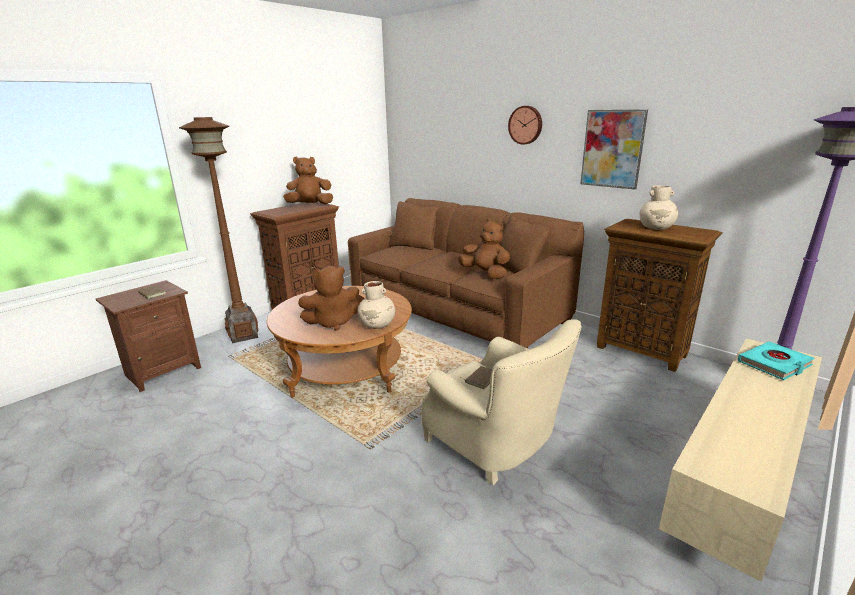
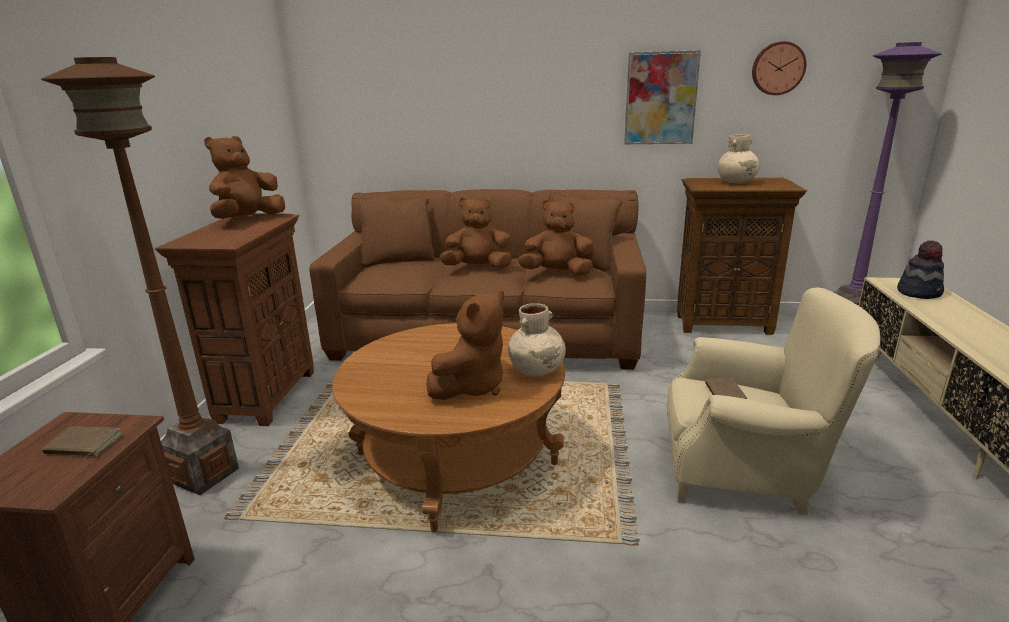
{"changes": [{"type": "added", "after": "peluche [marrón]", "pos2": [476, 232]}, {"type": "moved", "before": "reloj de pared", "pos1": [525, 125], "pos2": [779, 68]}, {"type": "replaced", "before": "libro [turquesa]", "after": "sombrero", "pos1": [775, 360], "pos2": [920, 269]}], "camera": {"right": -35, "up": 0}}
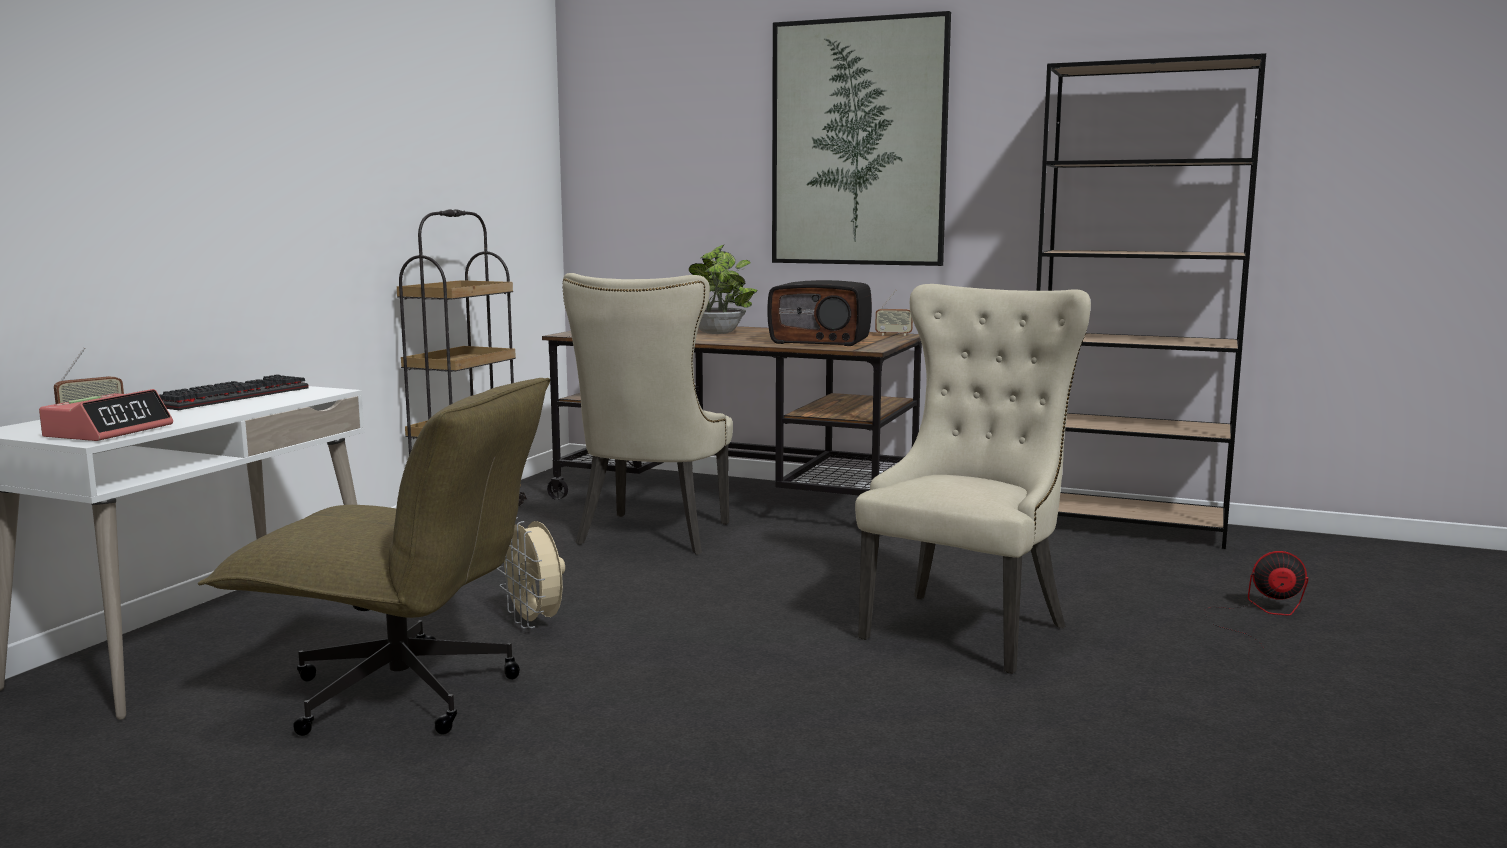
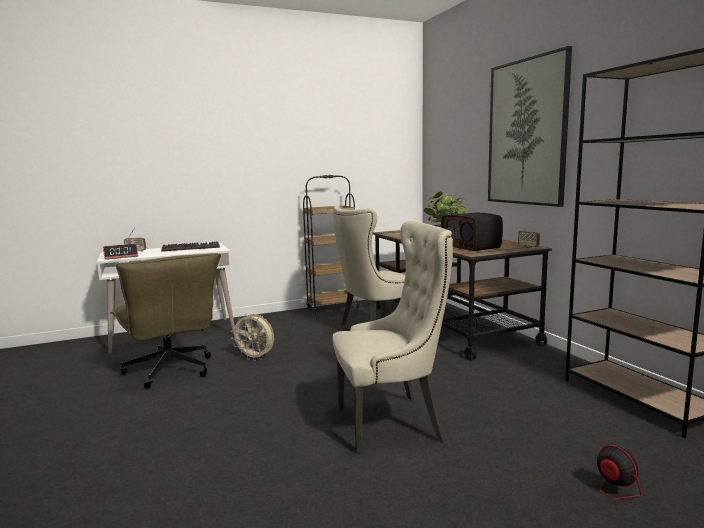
{"changes": [{"type": "turned", "before": "ventilador [beis]", "pos1": [531, 573], "pos2": [252, 337], "turn": -75}], "camera": {"right": 45, "up": 0}}
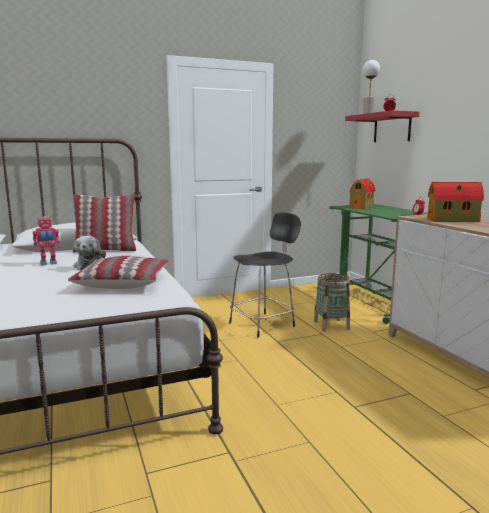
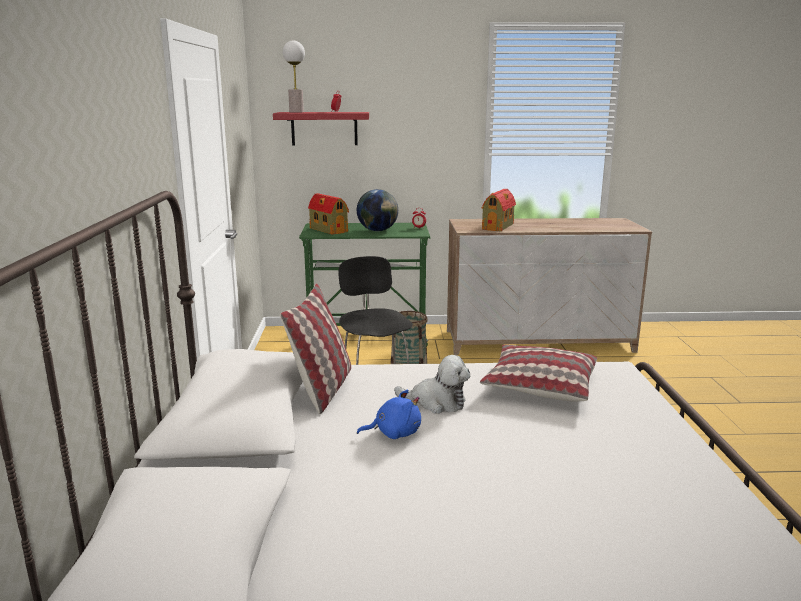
{"changes": [{"type": "added", "after": "globo terráqueo", "pos2": [377, 210]}, {"type": "replaced", "before": "robot de juguete", "after": "peluche [azul]", "pos1": [46, 241], "pos2": [389, 414]}], "camera": {"right": -70, "up": 5}}
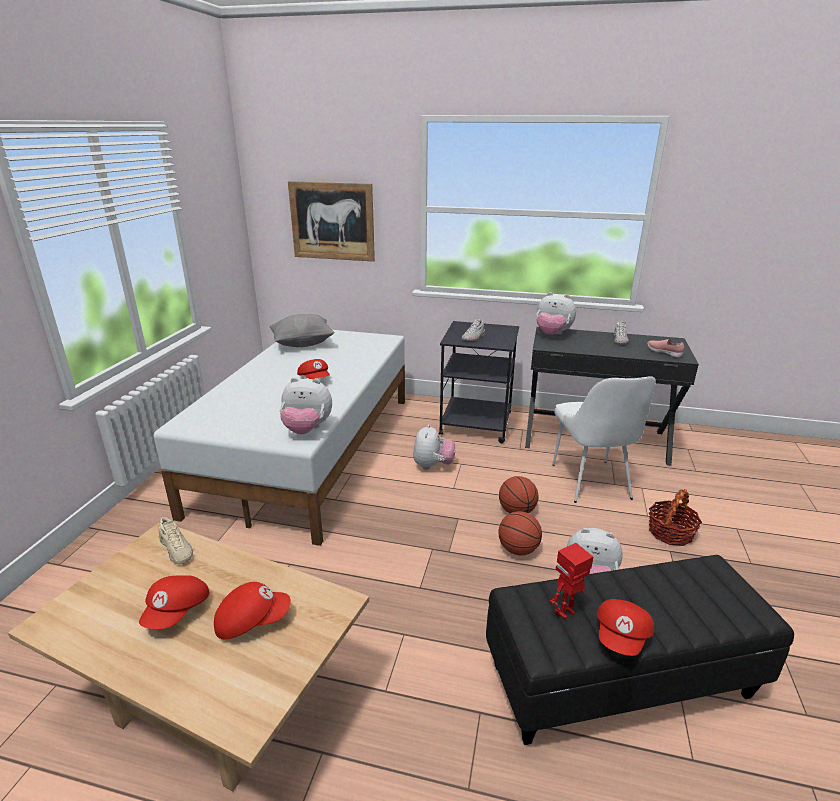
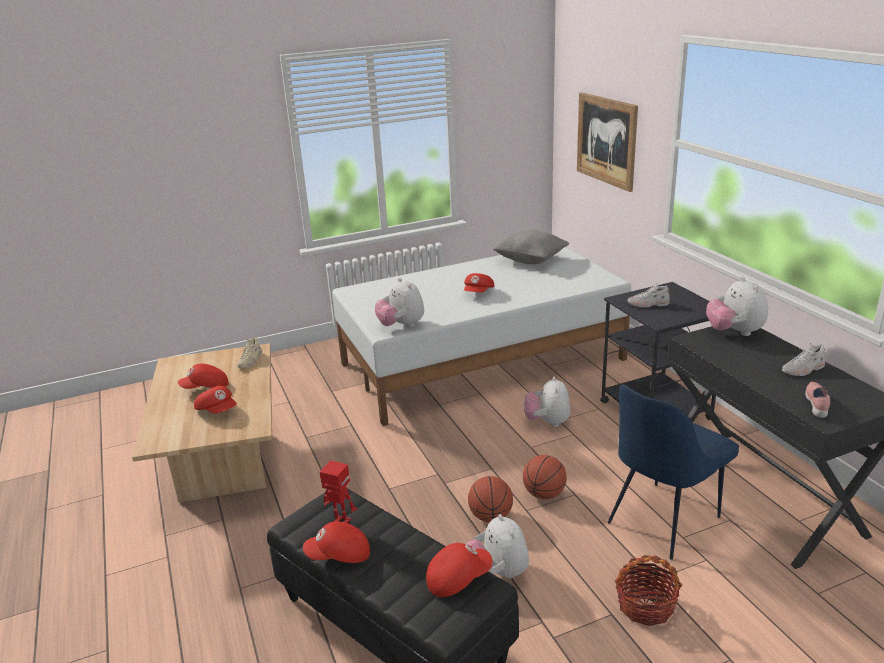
{"changes": [{"type": "added", "after": "gorra [rojo]", "pos2": [459, 570]}, {"type": "turned", "before": "peluche", "pos1": [434, 447], "pos2": [547, 402], "turn": 120}, {"type": "recoloured", "before": "silla [blanco]", "after": "silla [azul]", "pos1": [604, 439], "pos2": [673, 472]}], "camera": {"right": 55, "up": 0}}
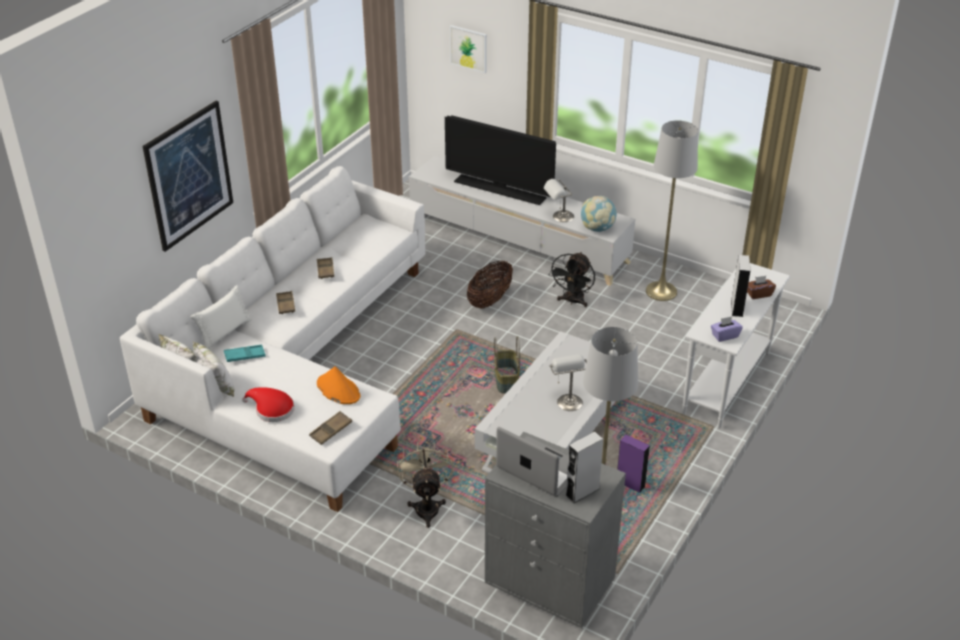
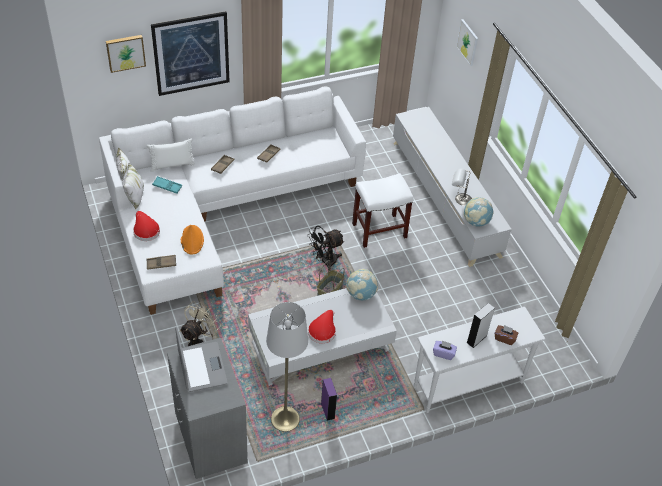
{"changes": [{"type": "added", "after": "cuadro", "pos2": [126, 54]}, {"type": "moved", "before": "ventilador [negro]", "pos1": [572, 279], "pos2": [326, 248]}, {"type": "replaced", "before": "lámpara de mesa [blanco]", "after": "sombrero [rojo]", "pos1": [568, 382], "pos2": [322, 326]}, {"type": "added", "after": "globo terráqueo", "pos2": [362, 284]}, {"type": "replaced", "before": "cesta", "after": "taburete [blanco]", "pos1": [490, 284], "pos2": [383, 210]}, {"type": "removed", "before": "televisor", "pos1": [500, 160]}, {"type": "removed", "before": "altavoz [gris]", "pos1": [584, 467]}, {"type": "removed", "before": "lámpara de pie [gris]", "pos1": [672, 211]}], "camera": {"right": 35, "up": 10}}
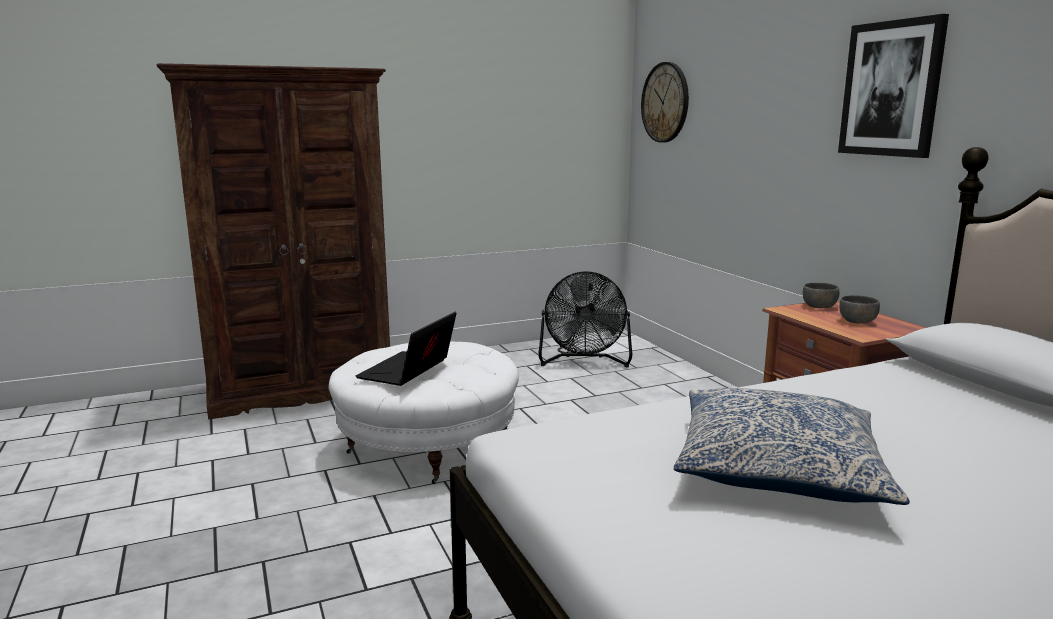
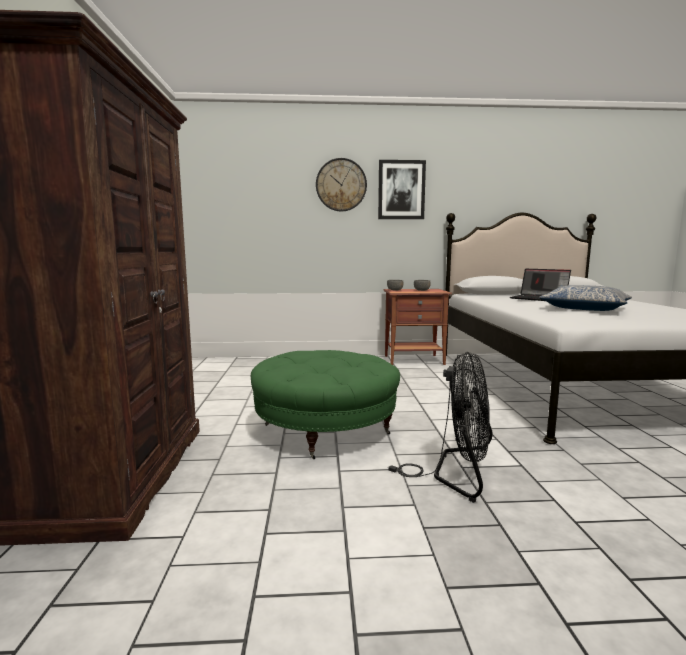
{"changes": [{"type": "recoloured", "before": "puf [blanco]", "after": "puf [verde]", "pos1": [424, 412], "pos2": [325, 404]}, {"type": "moved", "before": "reloj de pared", "pos1": [665, 102], "pos2": [341, 185]}, {"type": "moved", "before": "ventilador [negro]", "pos1": [585, 319], "pos2": [440, 427]}, {"type": "moved", "before": "portátil", "pos1": [406, 349], "pos2": [540, 285]}], "camera": {"right": -70, "up": -5}}
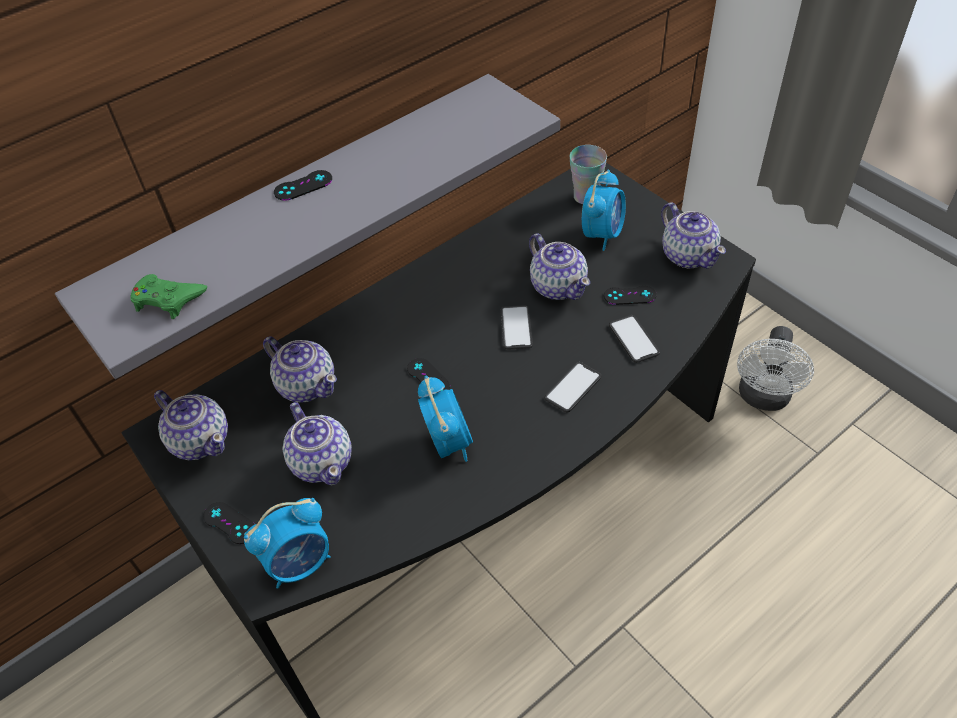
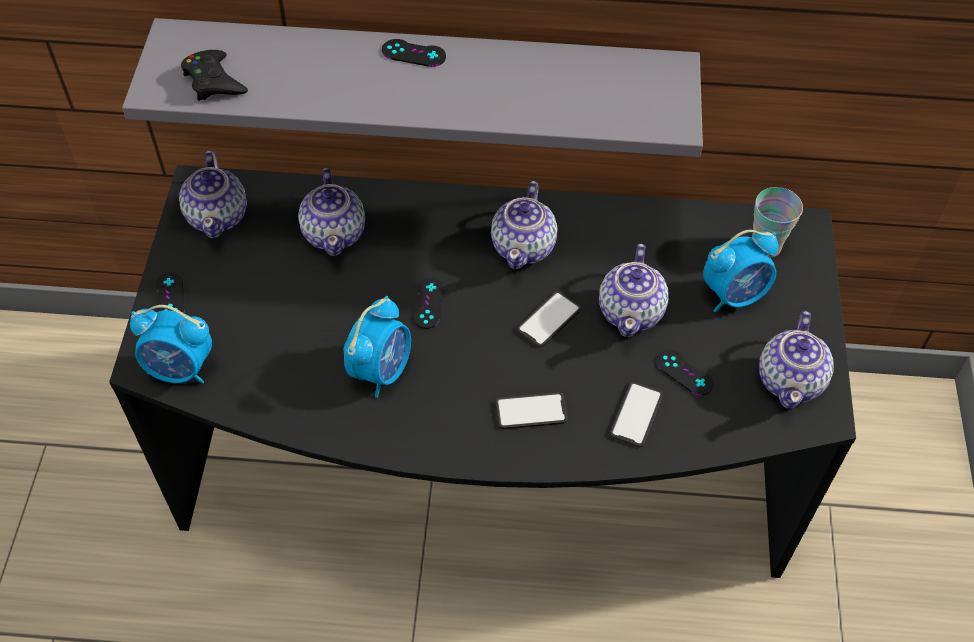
{"changes": [{"type": "recoloured", "before": "mando de consola [verde]", "after": "mando de consola [negro]", "pos1": [168, 296], "pos2": [214, 75]}, {"type": "moved", "before": "tetera", "pos1": [317, 443], "pos2": [524, 225]}, {"type": "removed", "before": "ventilador [blanco]", "pos1": [775, 368]}], "camera": {"right": 40, "up": 5}}
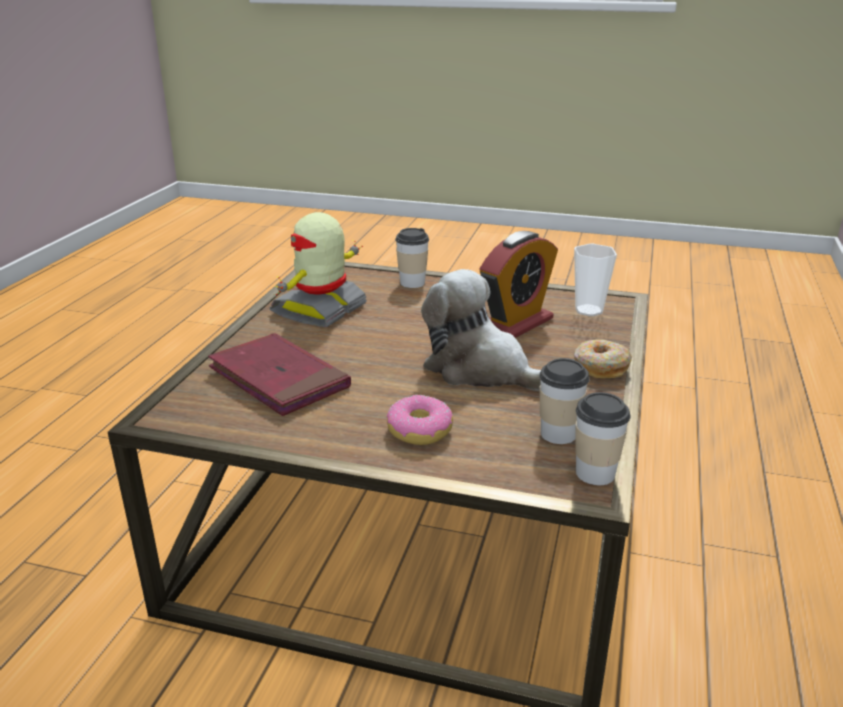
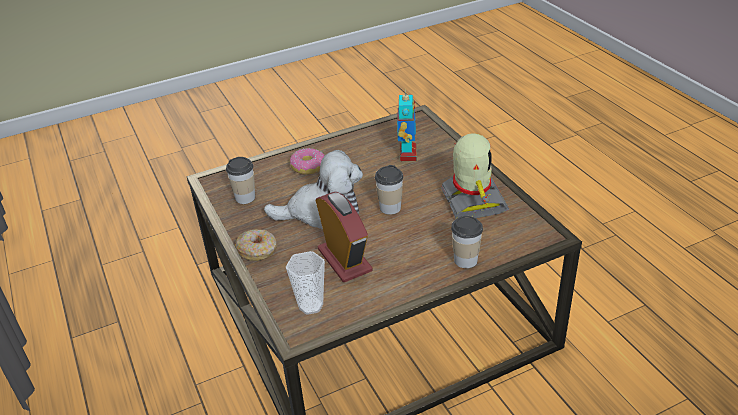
{"changes": [{"type": "turned", "before": "despertador", "pos1": [518, 284], "pos2": [344, 237], "turn": 150}, {"type": "moved", "before": "taza", "pos1": [603, 438], "pos2": [389, 190]}, {"type": "replaced", "before": "libro [rojo]", "after": "robot de juguete", "pos1": [279, 374], "pos2": [407, 124]}], "camera": {"right": 140, "up": 10}}
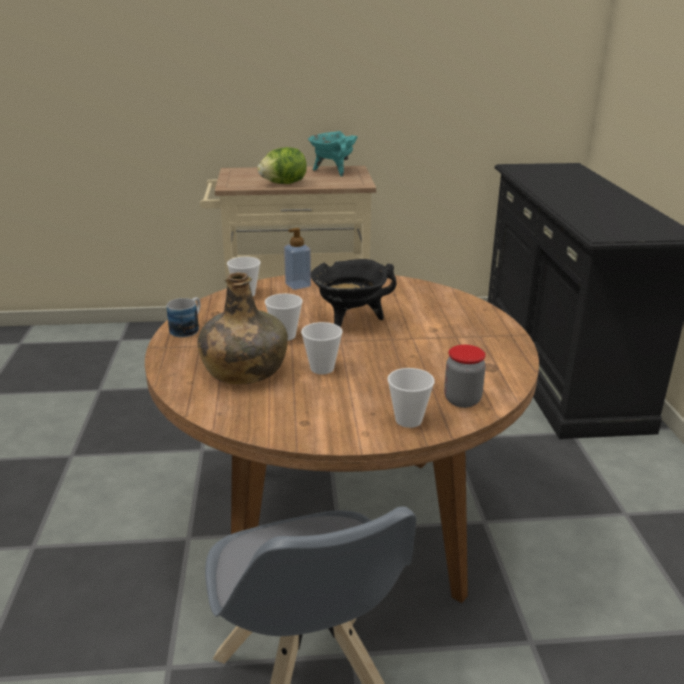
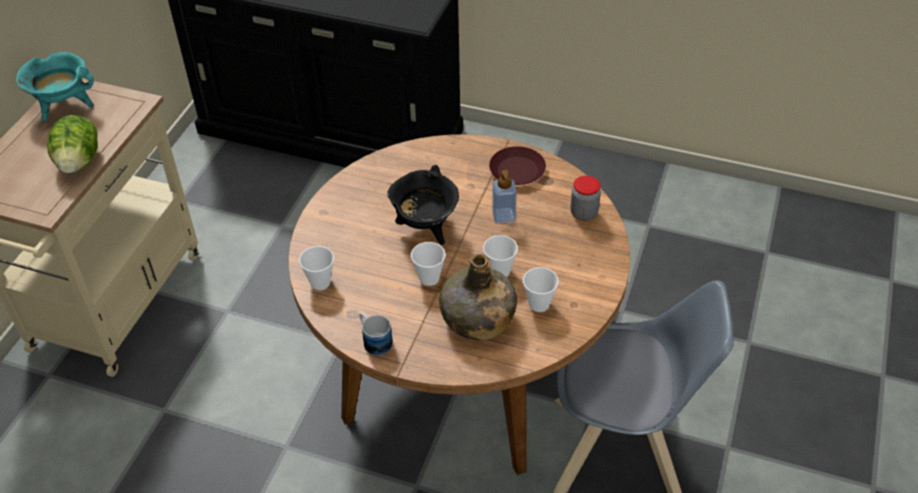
{"changes": [{"type": "added", "after": "plato [marrón]", "pos2": [517, 165]}, {"type": "moved", "before": "dispensador de jabón", "pos1": [297, 259], "pos2": [504, 196]}, {"type": "moved", "before": "taza", "pos1": [411, 398], "pos2": [541, 289]}], "camera": {"right": -65, "up": 20}}
